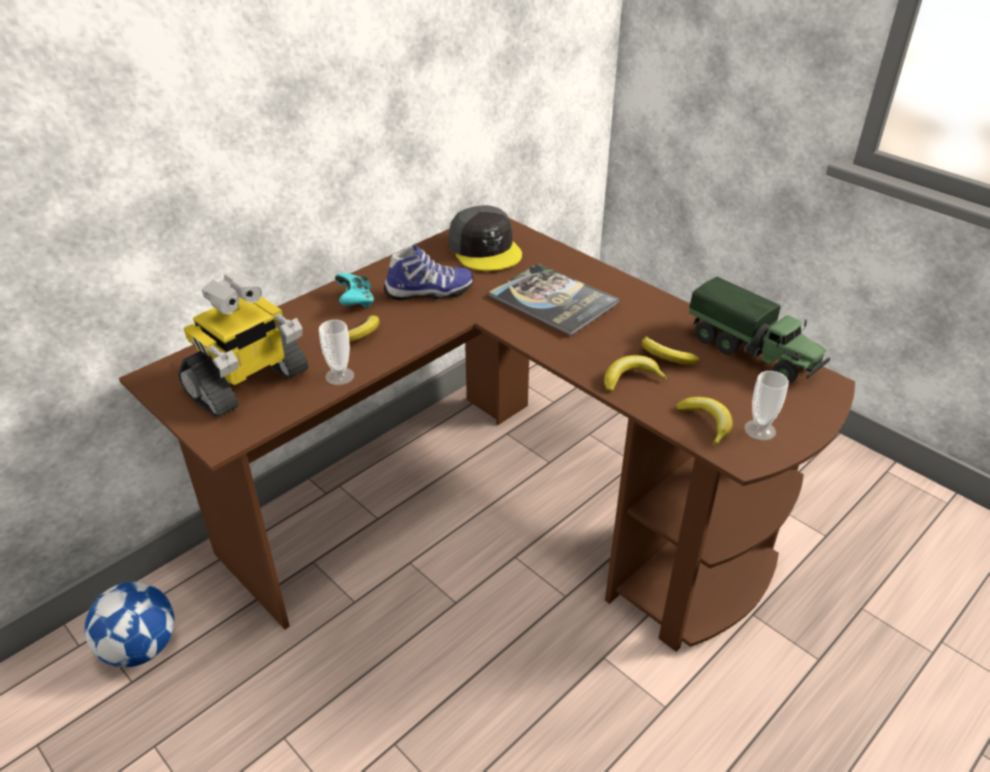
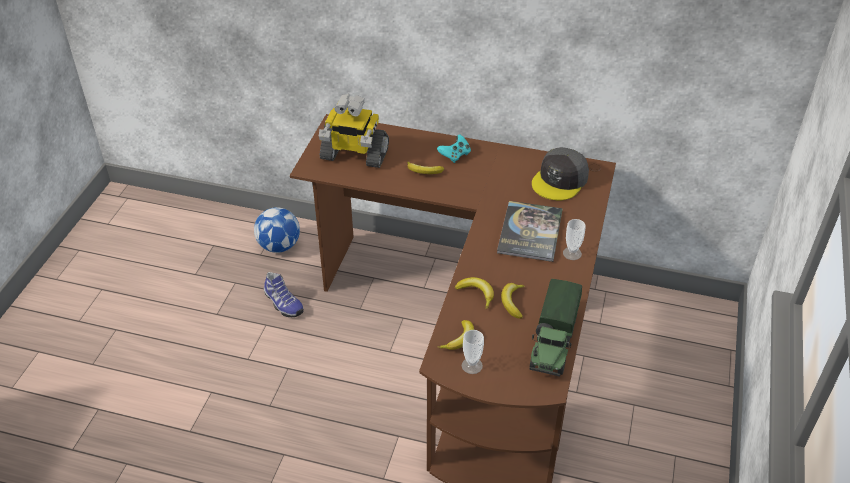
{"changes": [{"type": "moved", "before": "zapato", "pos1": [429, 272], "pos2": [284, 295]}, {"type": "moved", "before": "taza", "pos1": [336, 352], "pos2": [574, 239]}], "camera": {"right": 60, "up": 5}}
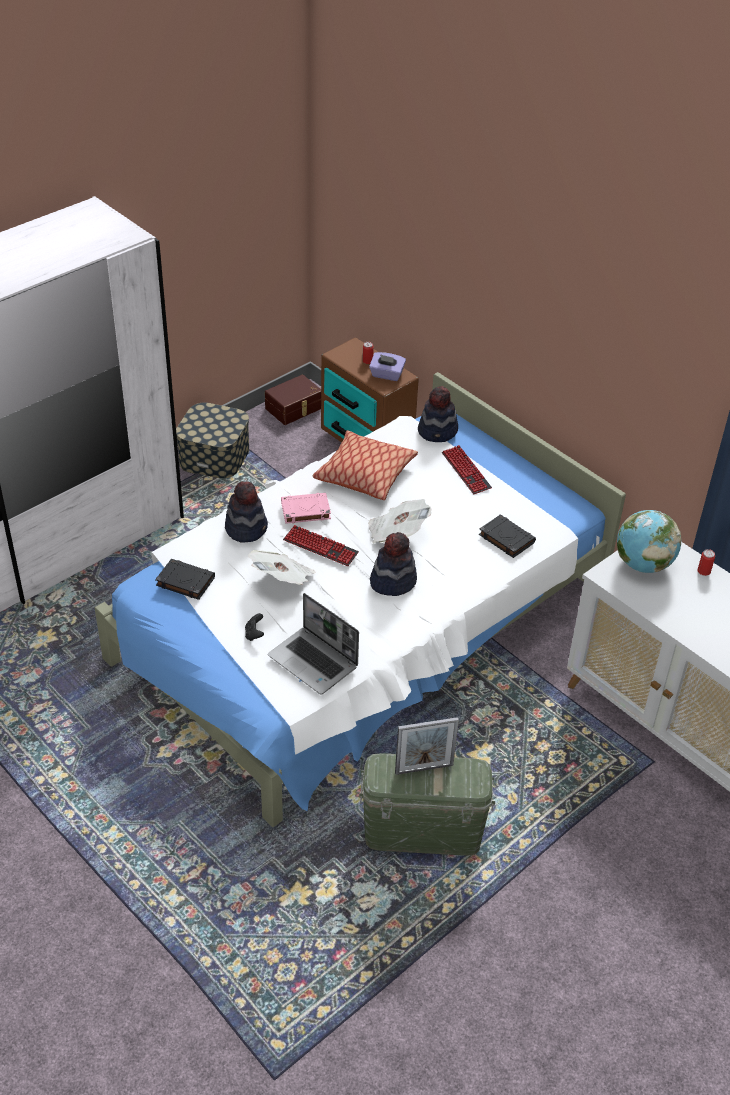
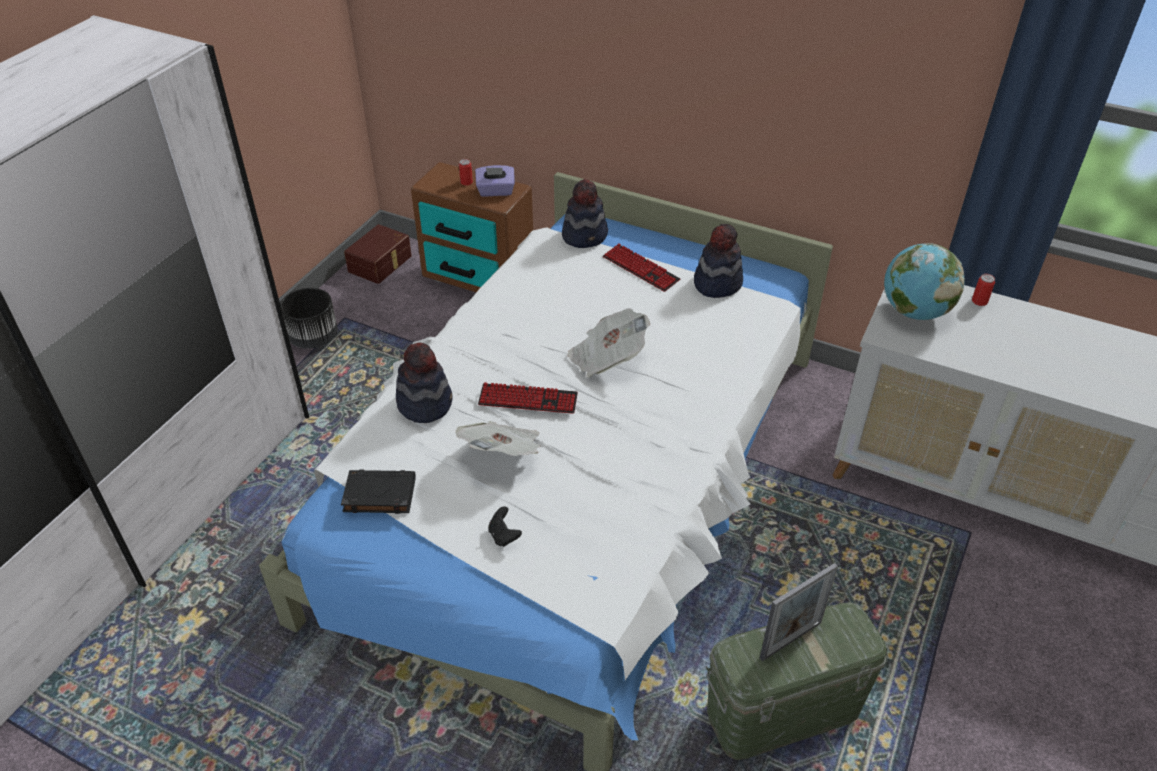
{"changes": [{"type": "replaced", "before": "caja de almacenaje", "after": "maceta [negro]", "pos1": [212, 440], "pos2": [309, 318]}, {"type": "moved", "before": "sombrero", "pos1": [393, 564], "pos2": [718, 261]}, {"type": "removed", "before": "portátil", "pos1": [313, 643]}, {"type": "removed", "before": "libro [rosa]", "pos1": [306, 508]}, {"type": "removed", "before": "cojín", "pos1": [365, 465]}, {"type": "removed", "before": "libro [negro]", "pos1": [507, 536]}], "camera": {"right": -20, "up": 0}}
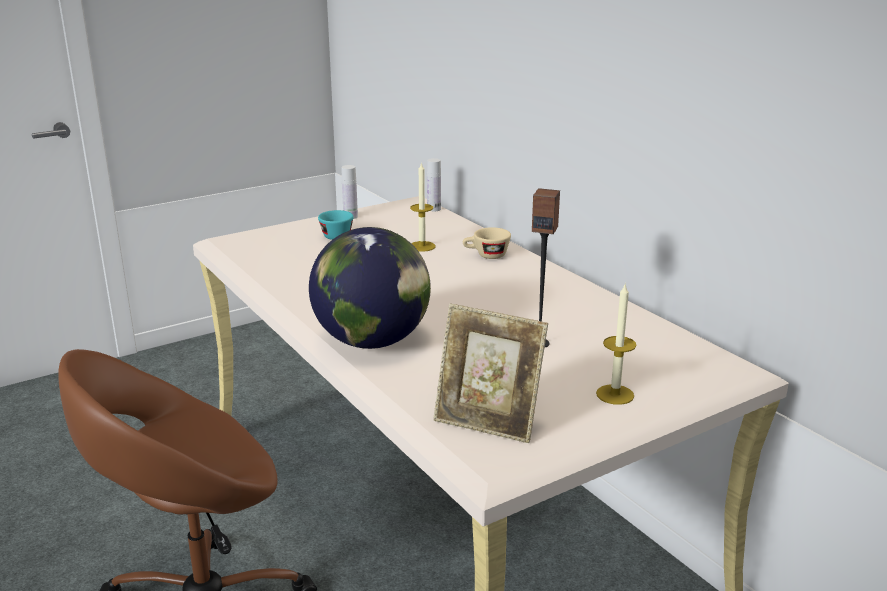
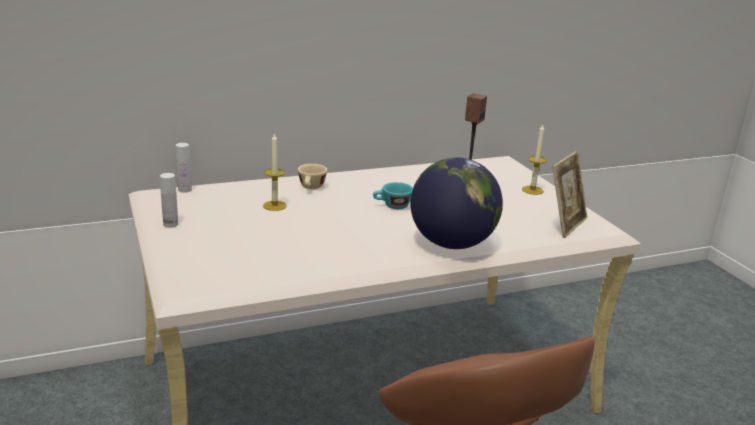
{"changes": [{"type": "moved", "before": "taza [turquesa]", "pos1": [335, 225], "pos2": [393, 195]}], "camera": {"right": -80, "up": 0}}
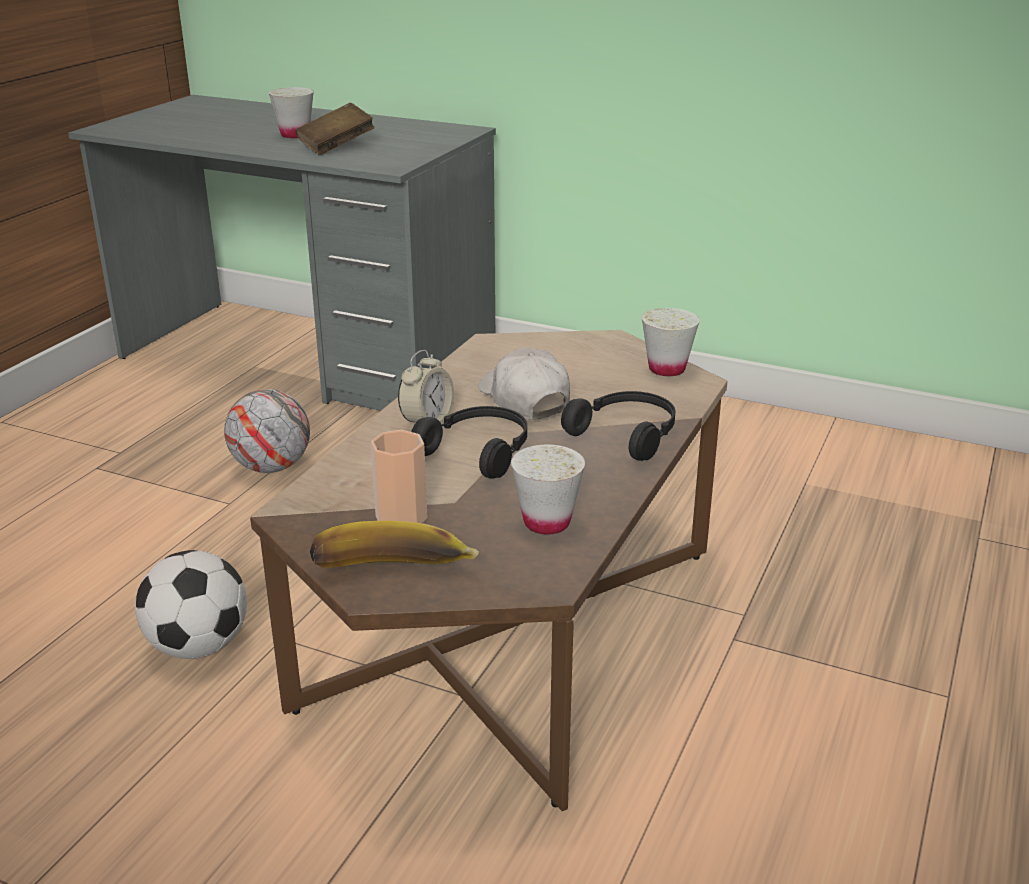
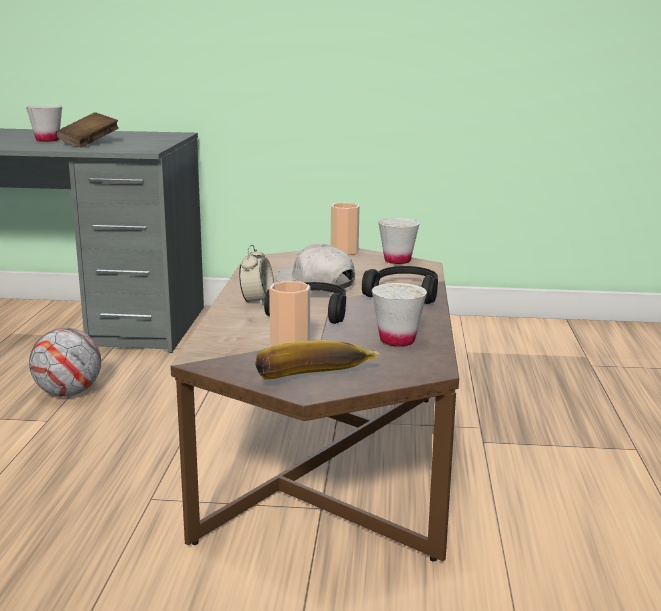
{"changes": [{"type": "added", "after": "taza", "pos2": [345, 229]}, {"type": "removed", "before": "balón de fútbol", "pos1": [191, 604]}], "camera": {"right": -20, "up": -10}}
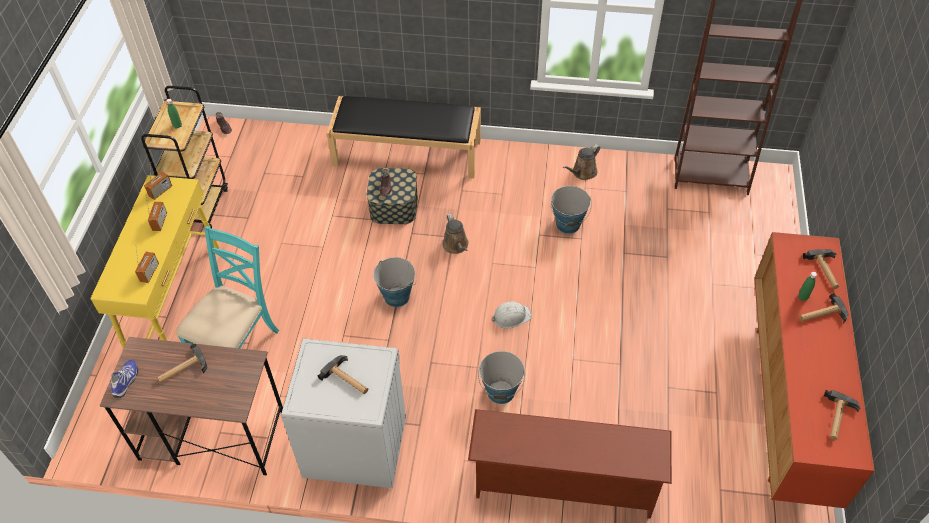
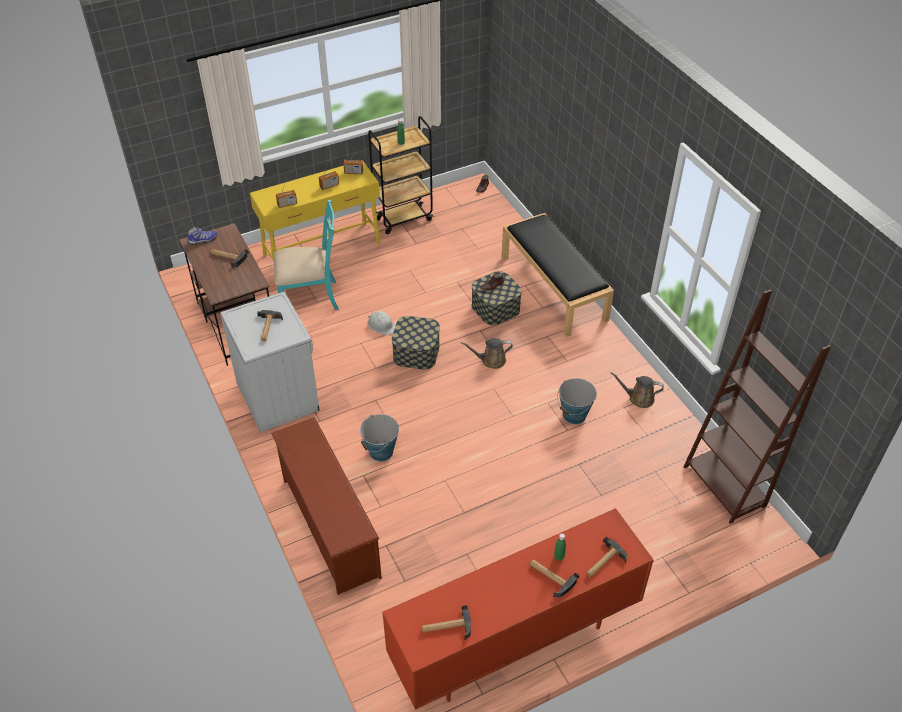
{"changes": [{"type": "moved", "before": "casco [blanco]", "pos1": [512, 315], "pos2": [381, 323]}, {"type": "replaced", "before": "cubo", "after": "caja de almacenaje", "pos1": [394, 282], "pos2": [416, 343]}, {"type": "turned", "before": "regadera [marrón]", "pos1": [455, 234], "pos2": [487, 353], "turn": 45}], "camera": {"right": 55, "up": -5}}
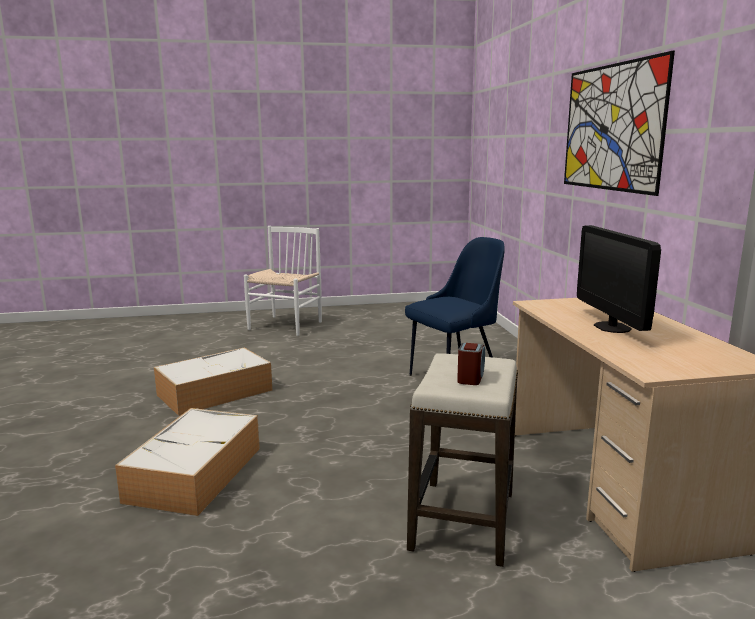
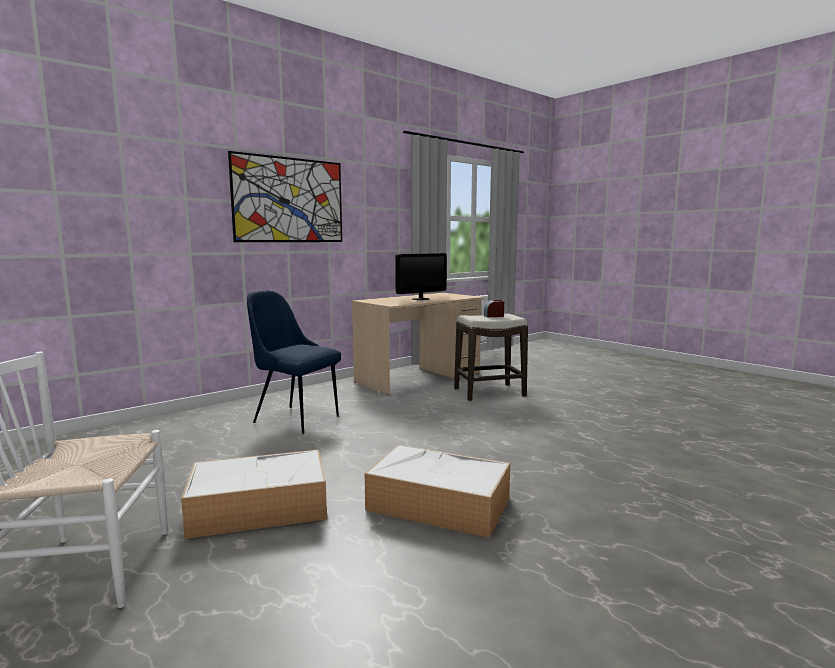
{"changes": [{"type": "moved", "before": "caja de almacenaje", "pos1": [187, 462], "pos2": [254, 494]}], "camera": {"right": -120, "up": -5}}
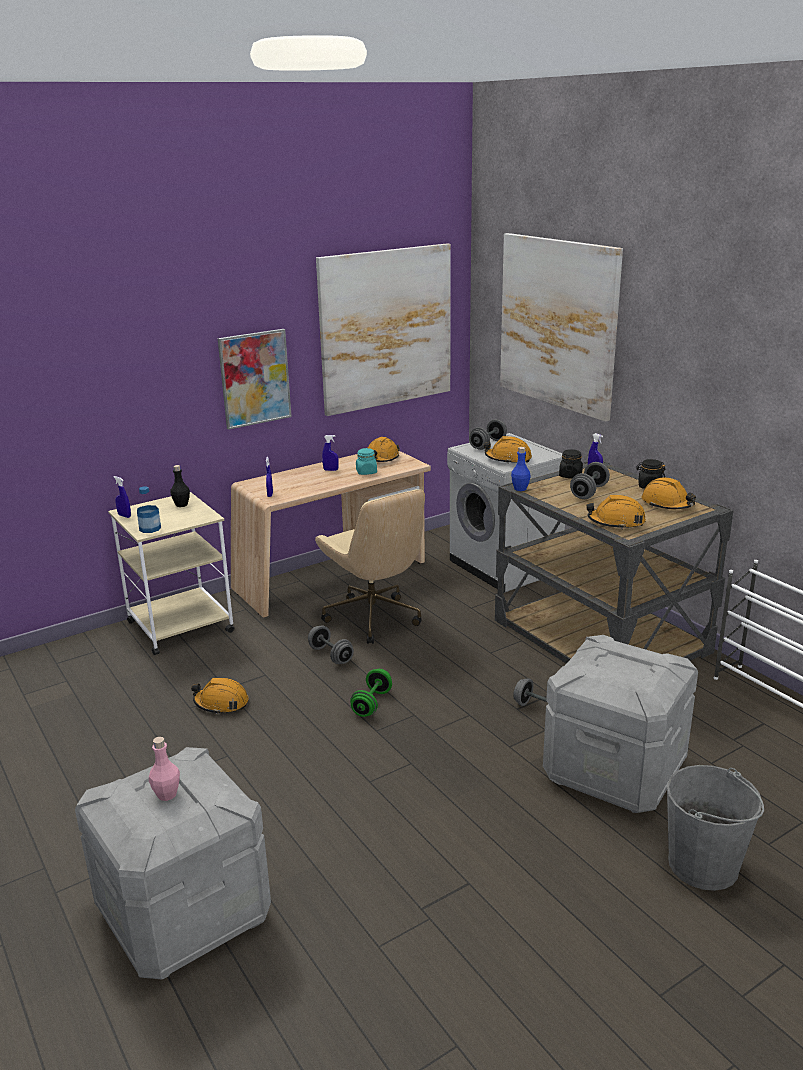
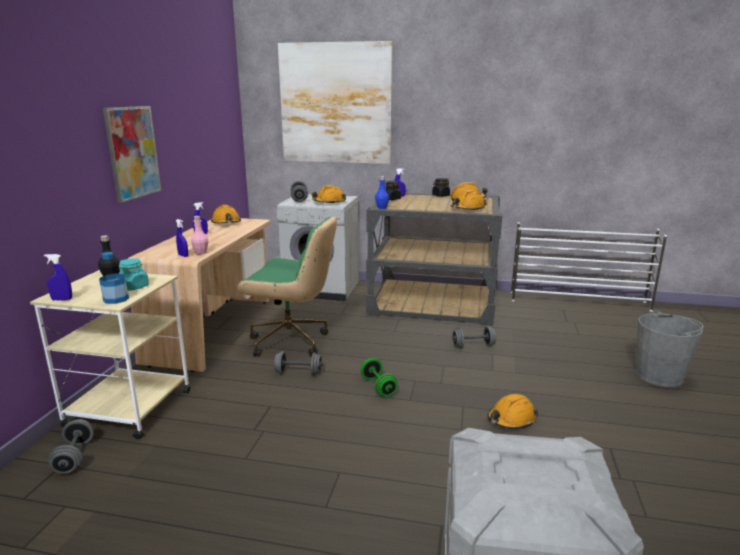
{"changes": [{"type": "moved", "before": "mancuerna [gris]", "pos1": [590, 480], "pos2": [71, 446]}, {"type": "moved", "before": "tarro [turquesa]", "pos1": [366, 461], "pos2": [134, 275]}, {"type": "moved", "before": "botella [rosa]", "pos1": [164, 769], "pos2": [199, 235]}, {"type": "recoloured", "before": "silla de oficina [beis]", "after": "silla de oficina [verde]", "pos1": [370, 566], "pos2": [287, 286]}, {"type": "moved", "before": "casco [naranja]", "pos1": [220, 696], "pos2": [512, 411]}, {"type": "removed", "before": "cuadro", "pos1": [383, 329]}, {"type": "removed", "before": "caja de almacenaje [gris]", "pos1": [620, 724]}], "camera": {"right": -45, "up": -5}}
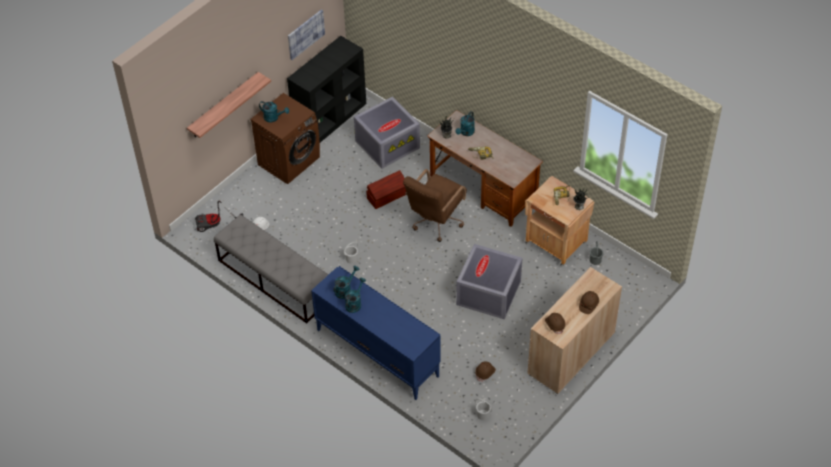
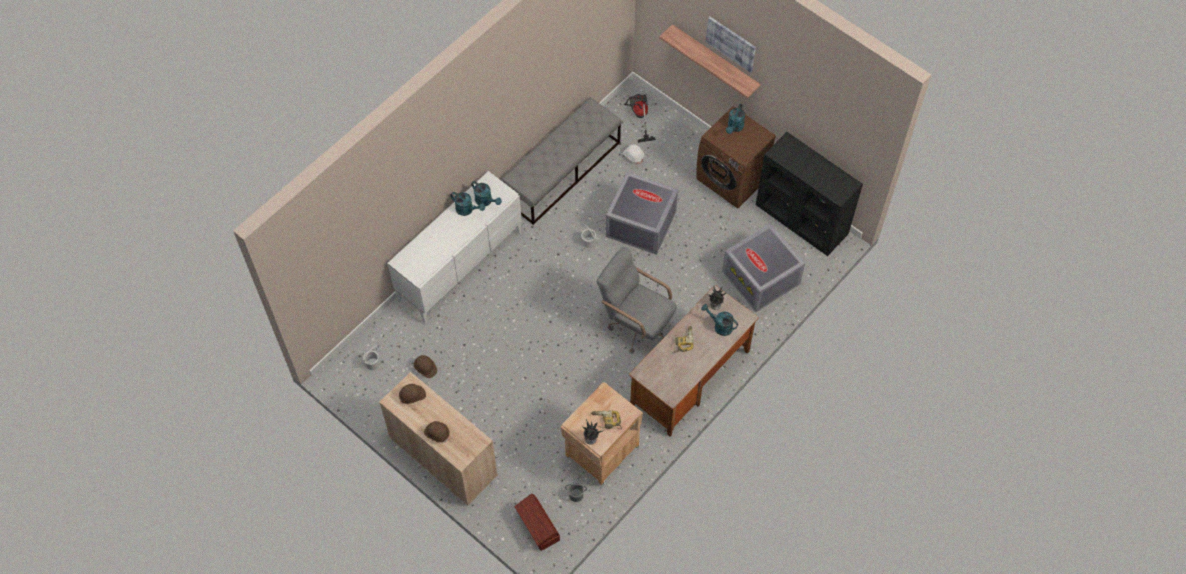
{"changes": [{"type": "recoloured", "before": "cómoda [azul]", "after": "cómoda [blanco]", "pos1": [376, 333], "pos2": [454, 247]}, {"type": "moved", "before": "caja de almacenaje [marrón]", "pos1": [386, 189], "pos2": [537, 522]}, {"type": "recoloured", "before": "silla de oficina [marrón]", "after": "silla de oficina [gris]", "pos1": [435, 205], "pos2": [637, 300]}, {"type": "moved", "before": "caja de almacenaje [gris]", "pos1": [489, 282], "pos2": [642, 213]}, {"type": "moved", "before": "cuadro", "pos1": [306, 34], "pos2": [731, 44]}], "camera": {"right": 90, "up": 10}}
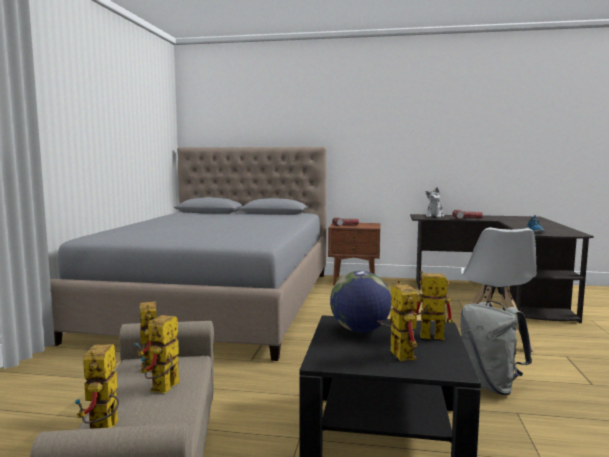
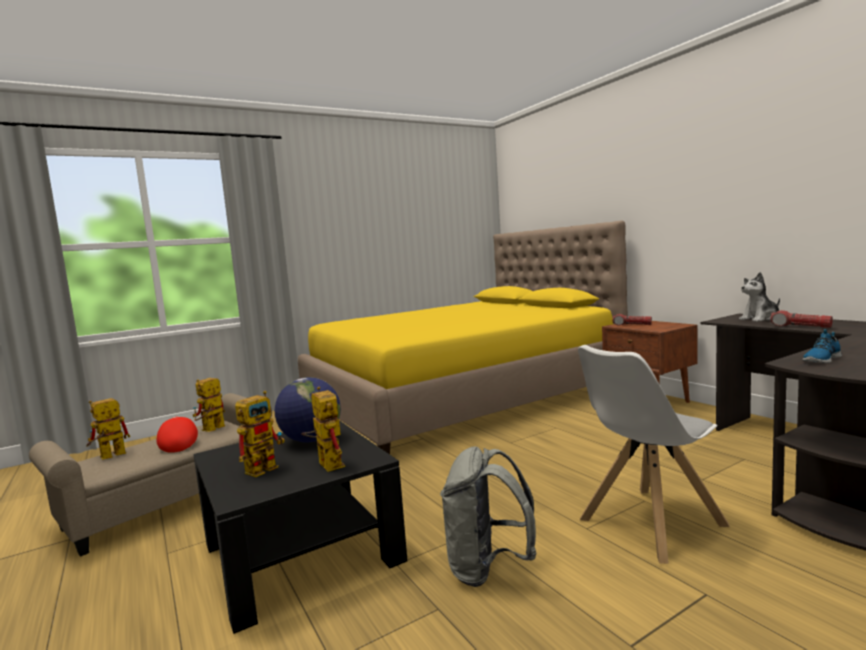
{"changes": [{"type": "replaced", "before": "robot de juguete", "after": "gorra [rojo]", "pos1": [160, 354], "pos2": [177, 434]}, {"type": "recoloured", "before": "cama [gris]", "after": "cama [amarillo]", "pos1": [188, 254], "pos2": [463, 337]}], "camera": {"right": 50, "up": 0}}
